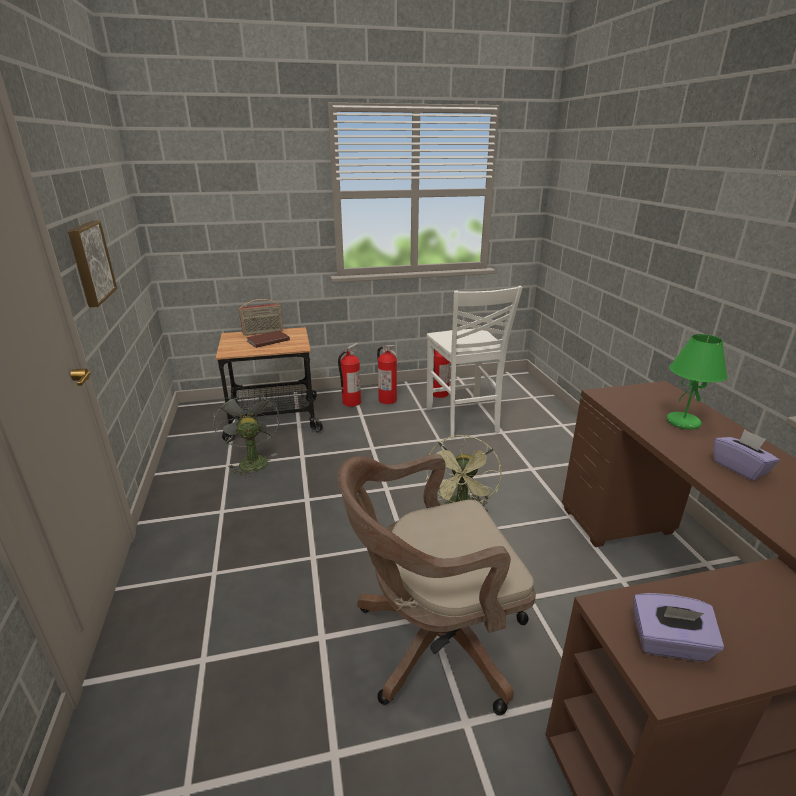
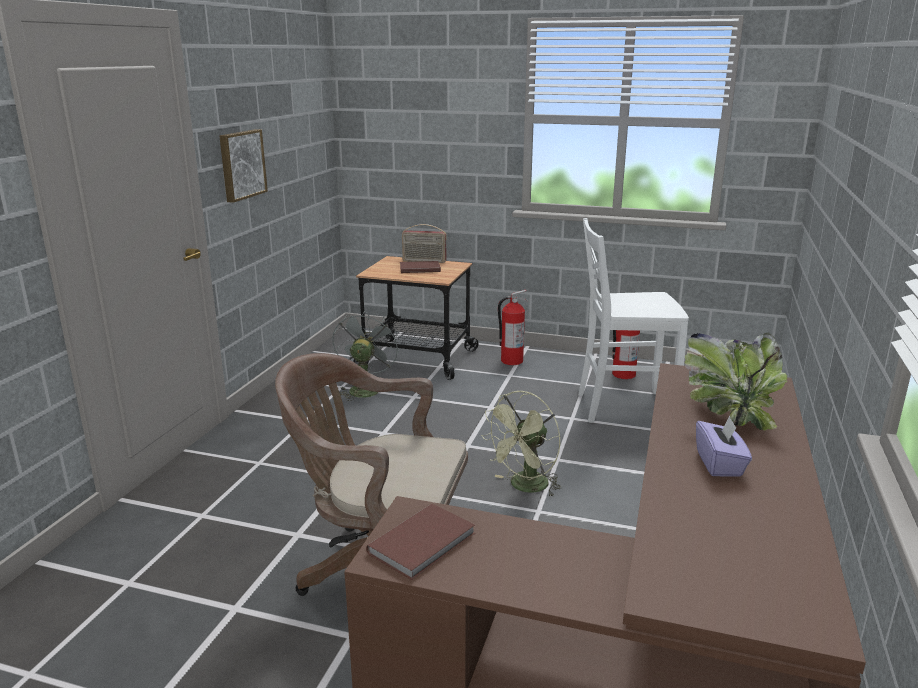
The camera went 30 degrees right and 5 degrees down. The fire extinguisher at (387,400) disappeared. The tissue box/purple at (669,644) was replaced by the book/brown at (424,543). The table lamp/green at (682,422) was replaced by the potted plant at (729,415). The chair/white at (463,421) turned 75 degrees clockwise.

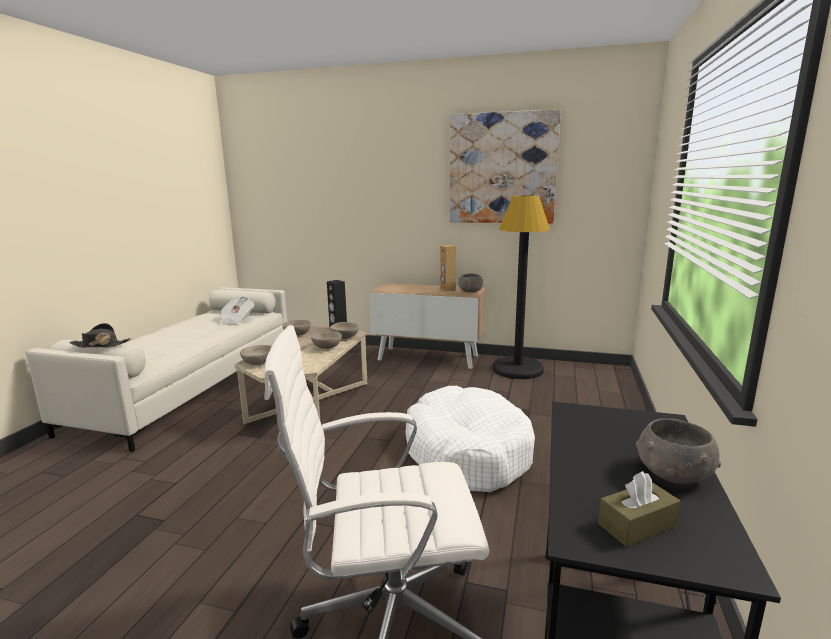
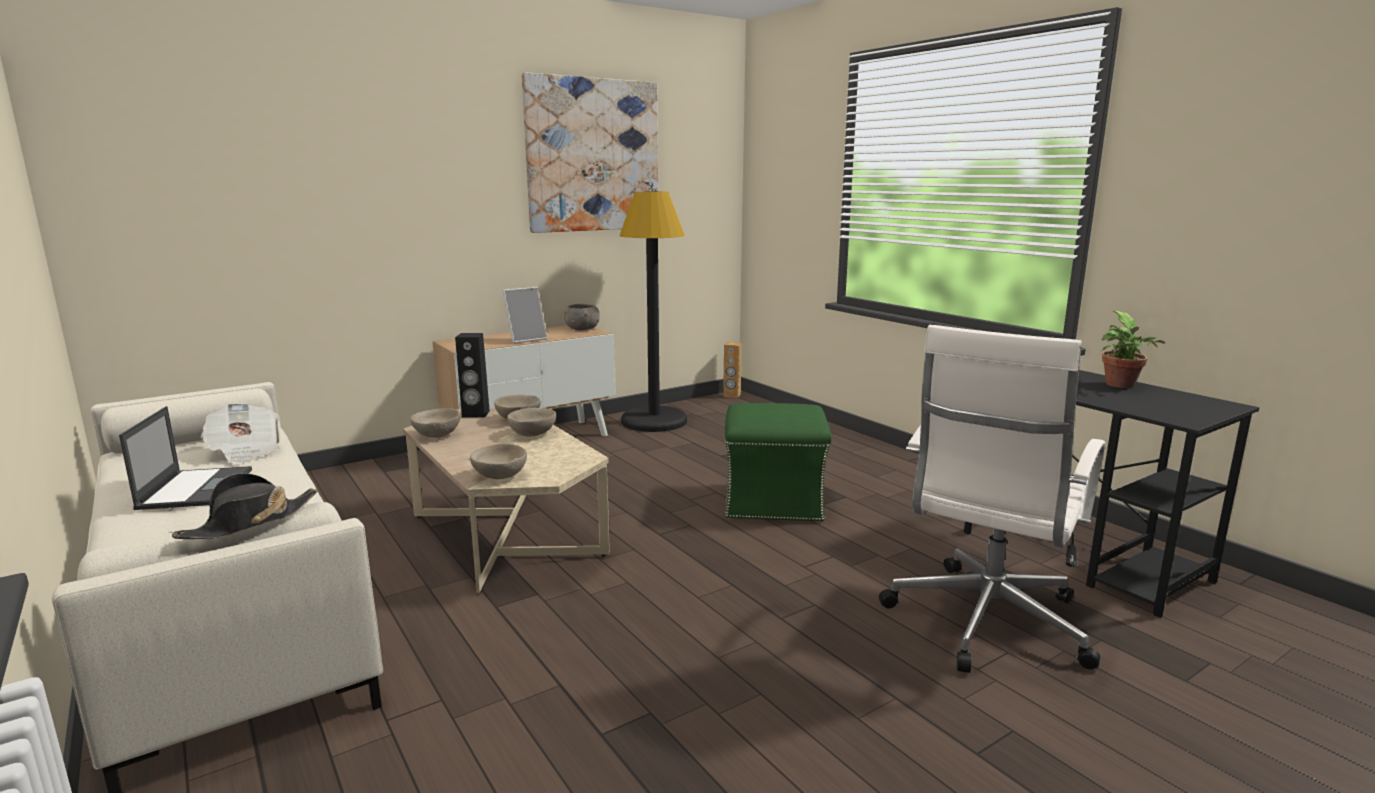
The camera went 50 degrees left and 0 degrees up. The tissue box/brown at (637,525) disappeared. The laptop at (196,488) appeared. The picture frame at (526,339) appeared. The speaker/brown moved from (447,289) to (732,395). The dog bed/white at (467,452) was replaced by the ottoman/green at (774,501). The bowl/grey at (672,473) was replaced by the potted plant at (1121,385).

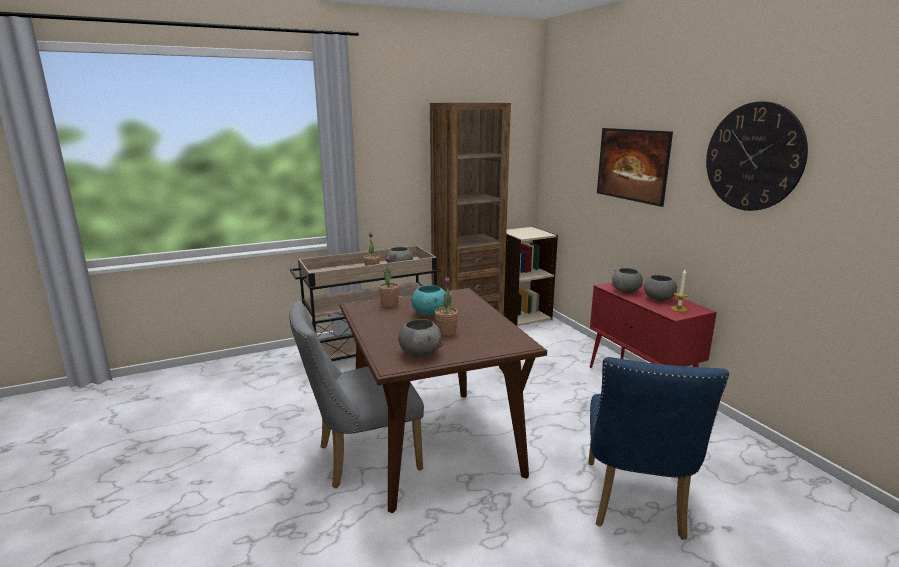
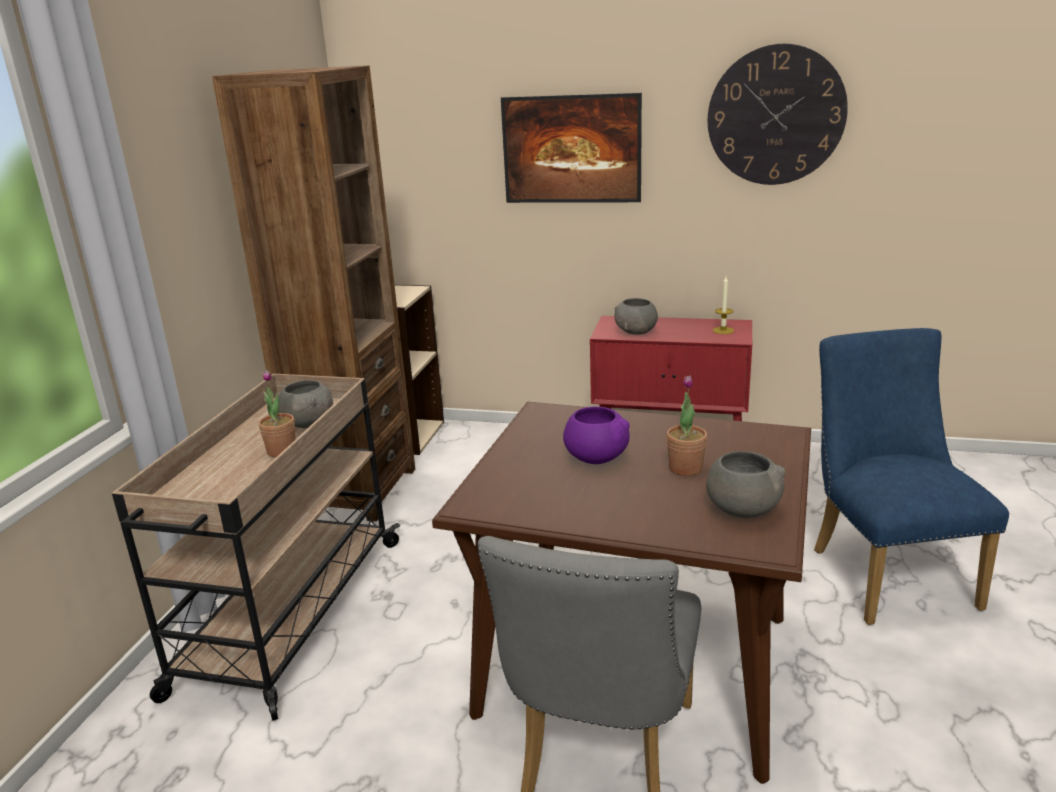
The camera went 50 degrees left and 5 degrees up. The potted plant at (389,304) disappeared. The bowl/grey at (658,299) disappeared. The bowl/turquoise at (429,313) became the bowl/purple at (595,458). The chair/blue at (634,505) turned 150 degrees counterclockwise.

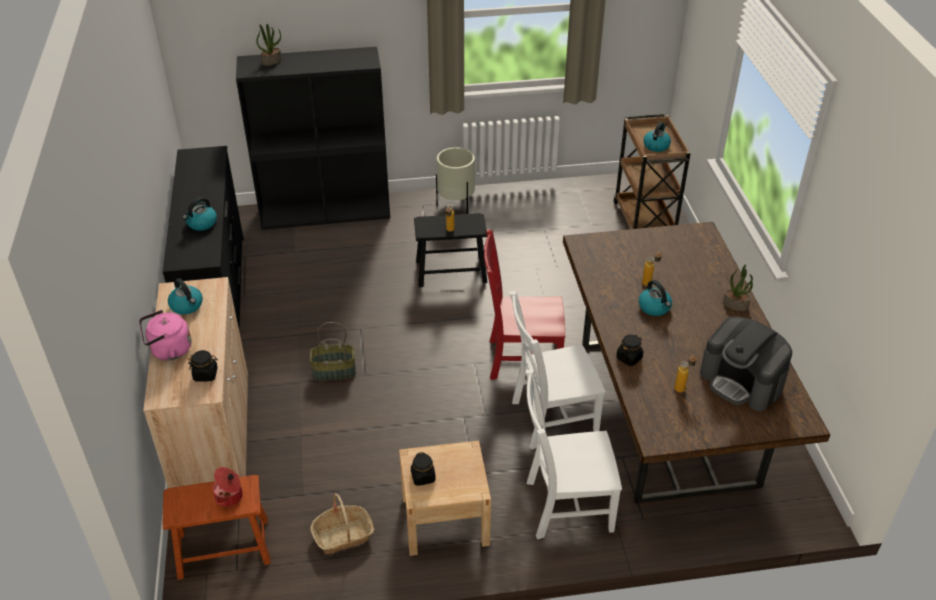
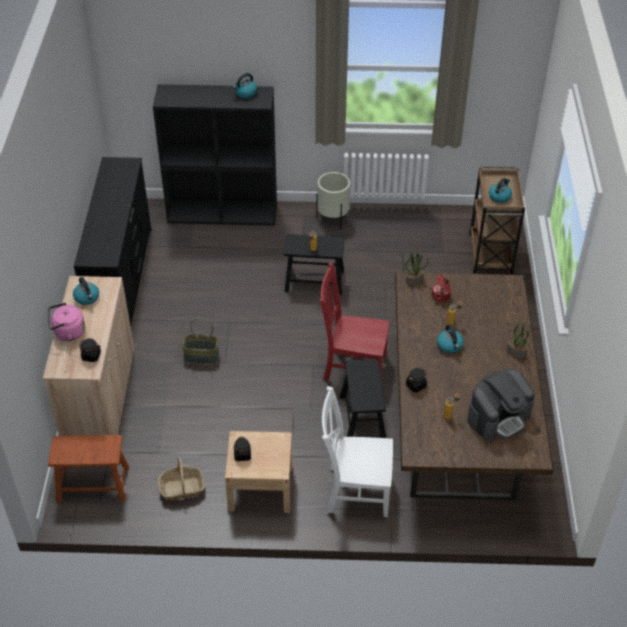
The camera went 10 degrees right and 5 degrees up. The kettle moved from (201,223) to (245,93). The cooking pot moved from (230,496) to (441,296). The potted plant moved from (271,61) to (414,280). The chair/white at (550,418) was replaced by the stool/black at (362,419). The coffee machine at (741,381) turned 90 degrees counterclockwise.

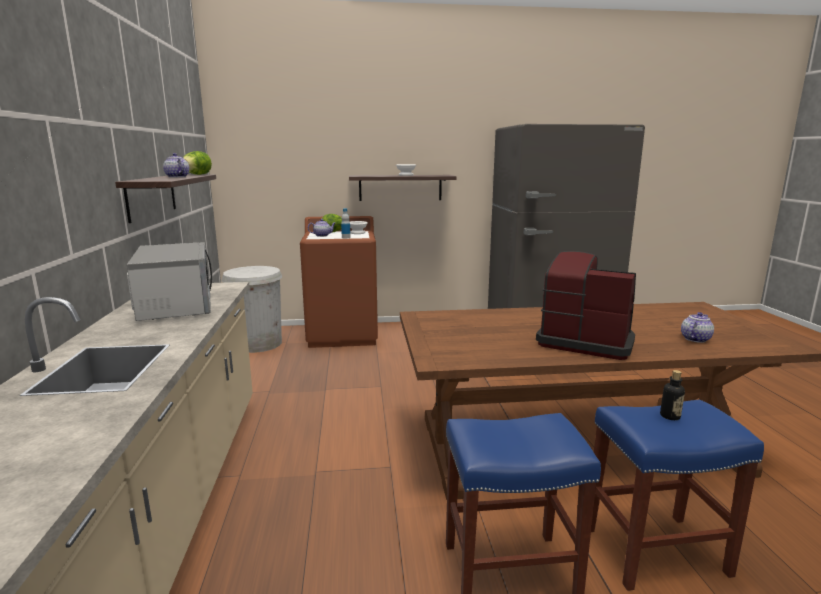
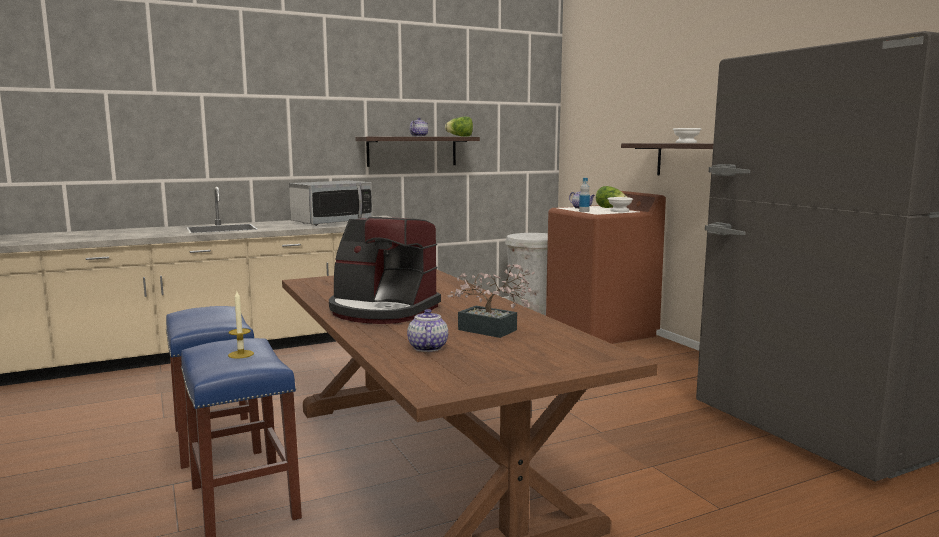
The camera went 70 degrees right and 5 degrees down. The potted plant at (493,331) appeared. The bottle at (670,416) was replaced by the candle at (241,354). The coffee machine at (584,341) turned 105 degrees clockwise. The teapot at (695,339) turned 120 degrees counterclockwise.

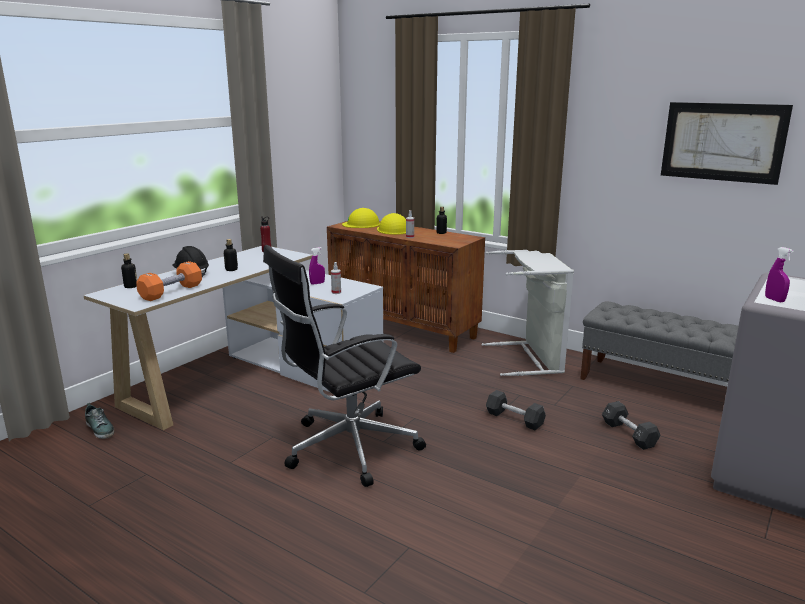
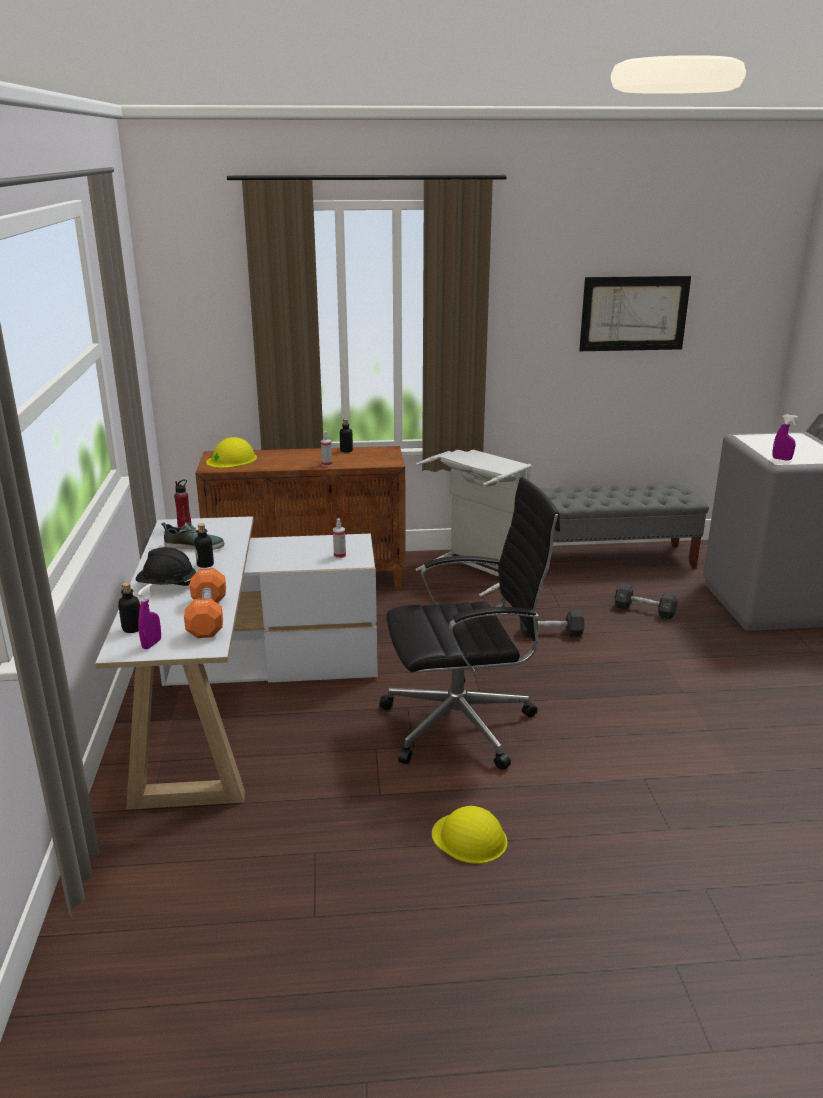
The camera went 40 degrees left and 5 degrees up. The shoe moved from (100,429) to (194,546). The spray bottle/purple moved from (317,283) to (152,644). The hard hat/yellow moved from (393,230) to (469,838). The office chair/black at (347,448) turned 120 degrees counterclockwise.

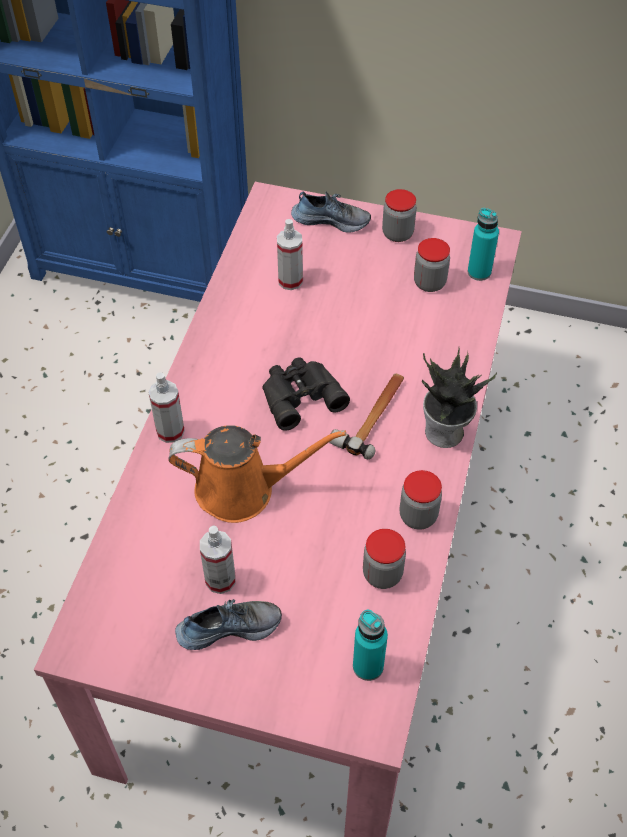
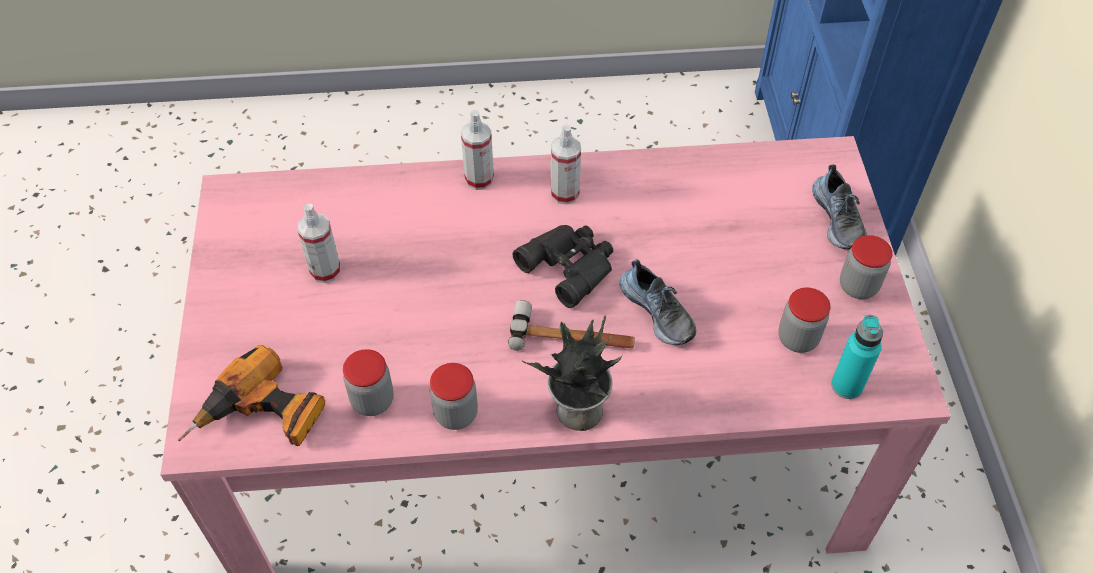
The camera went 70 degrees right and 0 degrees up. The watering can/orange at (243,489) disappeared. The shoe moved from (229,627) to (658,311). The spray bottle moved from (290,281) to (565,193). The bottle/turquoise at (368,666) was replaced by the power drill at (263,417).

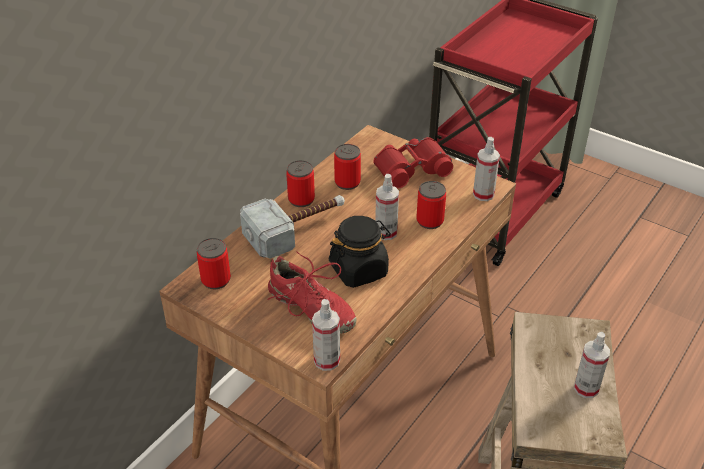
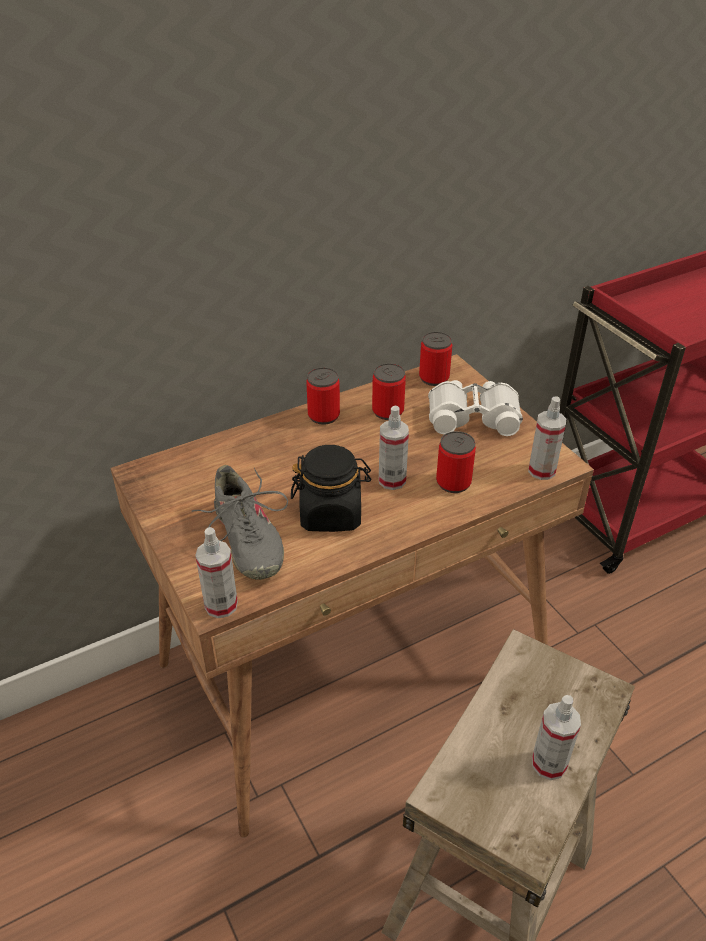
The camera went 25 degrees right and 0 degrees up. The hammer at (297,229) disappeared. The can moved from (216,280) to (434,378). The shoe/red at (311,309) became the shoe/grey at (246,540). The binoculars/red at (411,169) became the binoculars/white at (473,416).

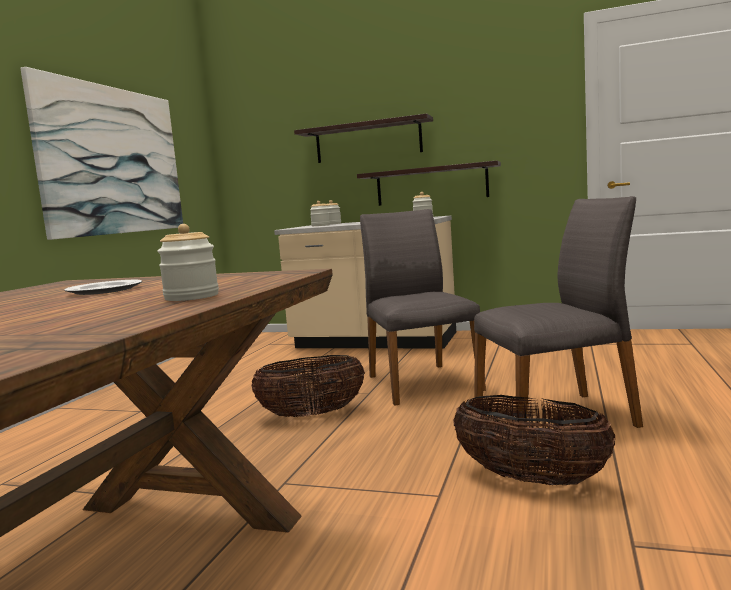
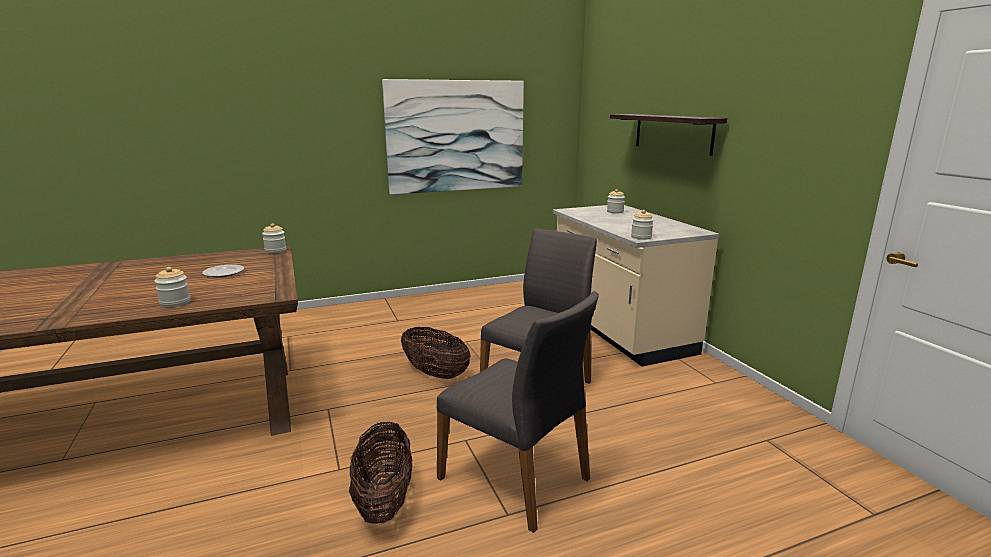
The camera went 50 degrees right and 10 degrees up. The shelf at (431,185) disappeared. The jar moved from (320,225) to (275,251).

